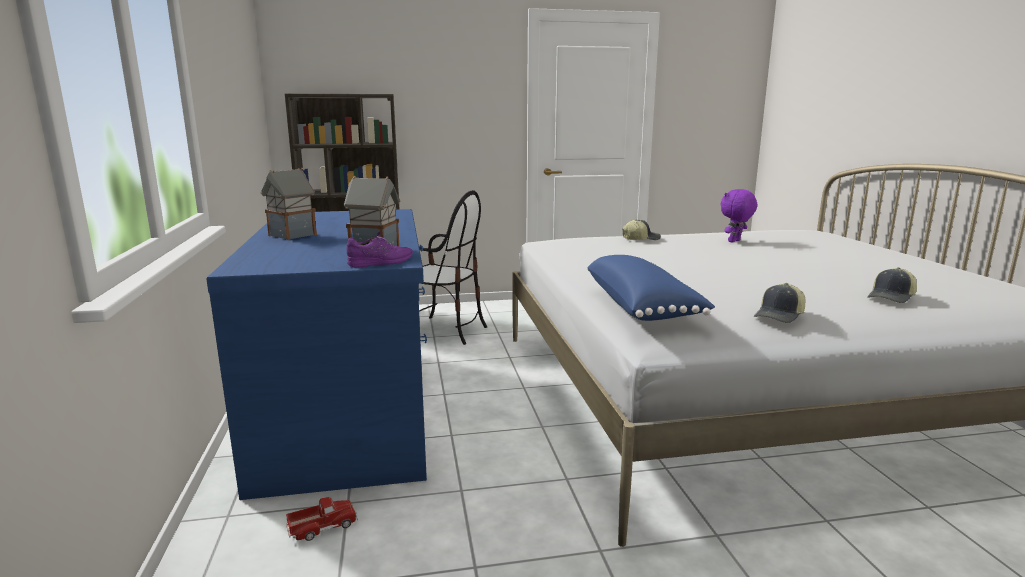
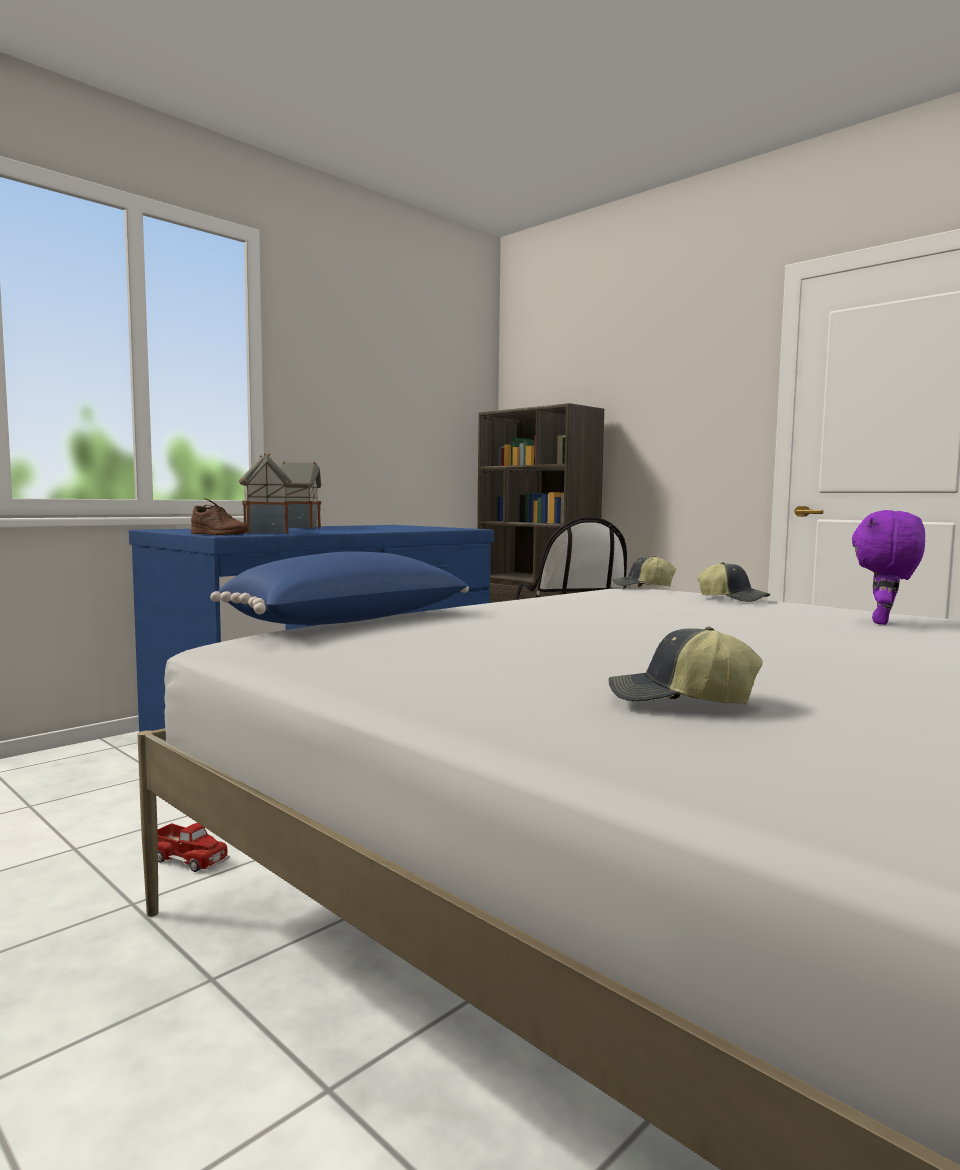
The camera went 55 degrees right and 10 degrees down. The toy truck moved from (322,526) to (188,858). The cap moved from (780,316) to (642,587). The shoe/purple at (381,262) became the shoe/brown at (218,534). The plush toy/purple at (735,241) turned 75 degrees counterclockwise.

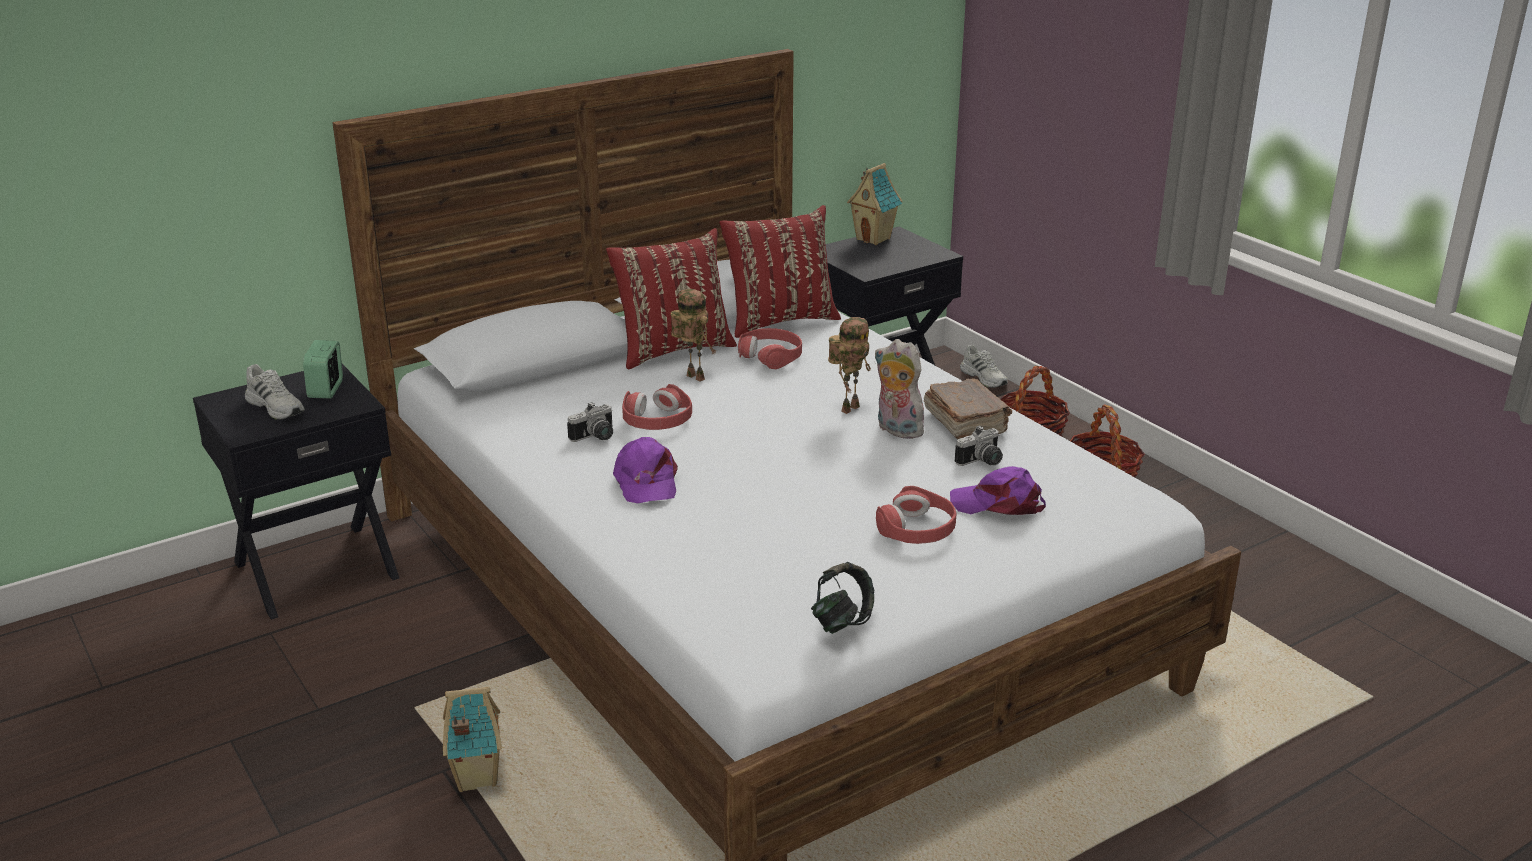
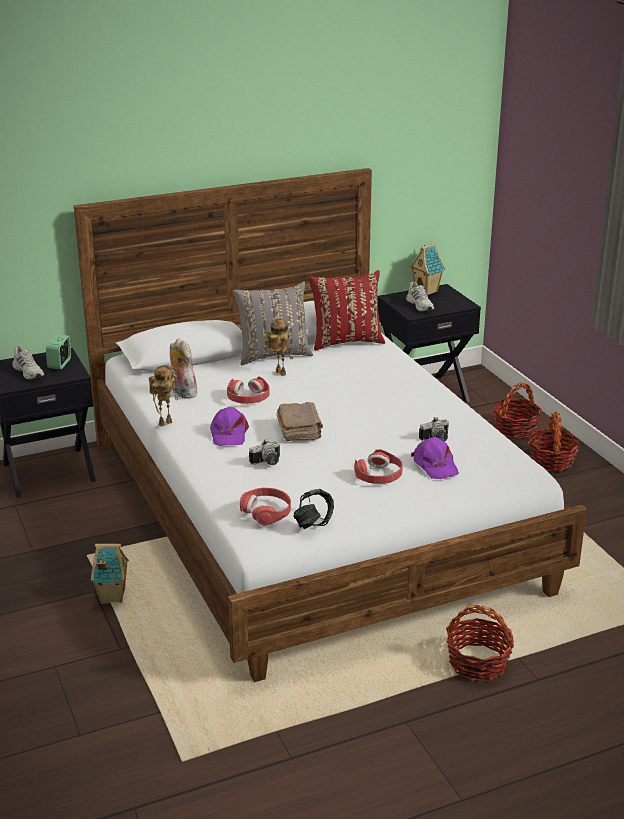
The camera went 10 degrees right and 0 degrees up. The basket at (478,663) appeared. The photo camera moved from (596,437) to (267,462). The headphones/red moved from (771,356) to (266,512). The toy robot moved from (849,408) to (165,422). The plush toy moved from (896,430) to (182,393). The book/brown moved from (965,423) to (299,430). The shoe/white moved from (984,378) to (420,305). The pillow/red at (673,349) became the pillow/grey at (273,355). The cap/purple at (998,504) turned 135 degrees counterclockwise.

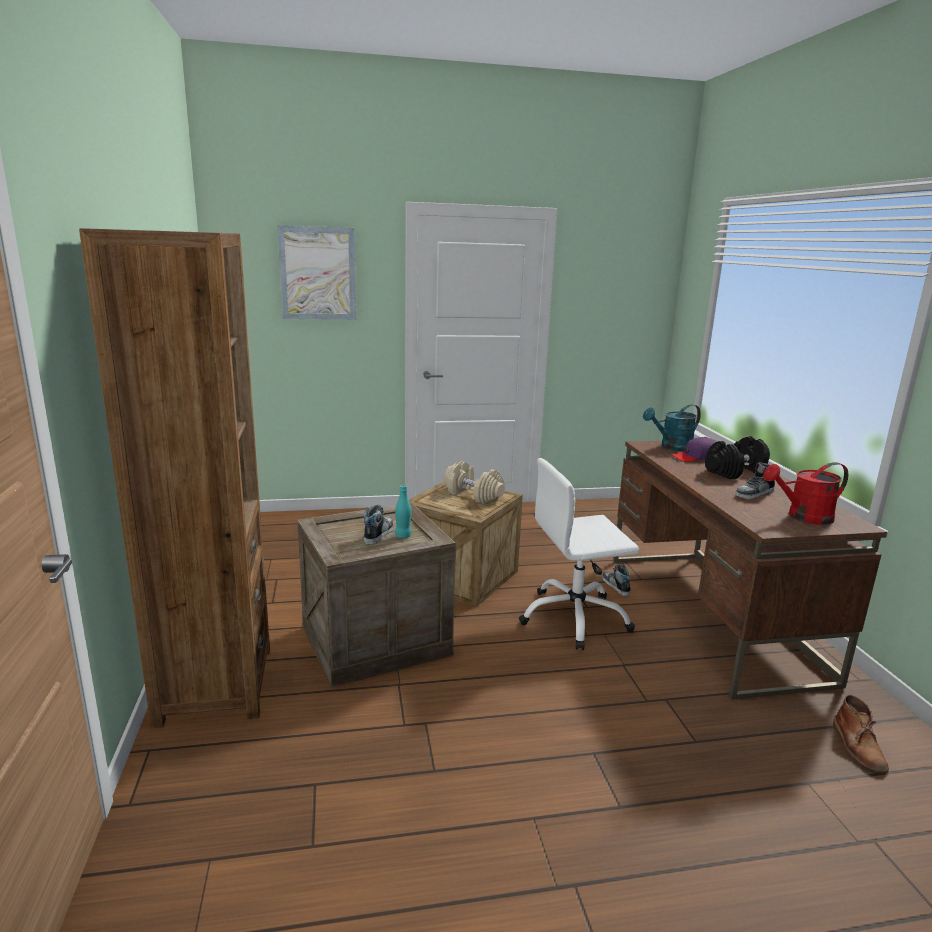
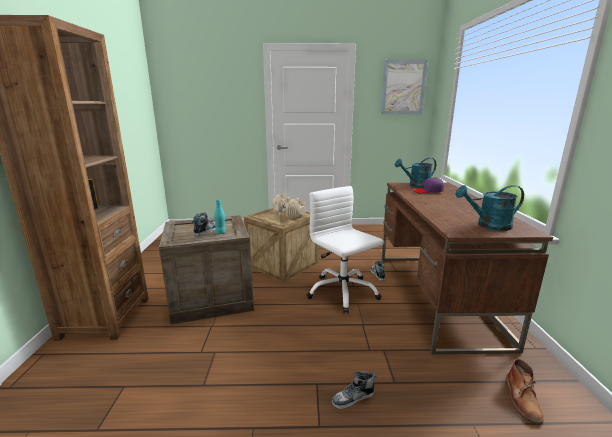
The camera went 10 degrees right and 0 degrees up. The dumbbell/black at (735,472) disappeared. The picture moved from (318,273) to (403,87). The shoe moved from (754,494) to (353,398). The watering can/red at (803,517) became the watering can/turquoise at (488,225). The office chair/white at (574,618) turned 60 degrees clockwise.

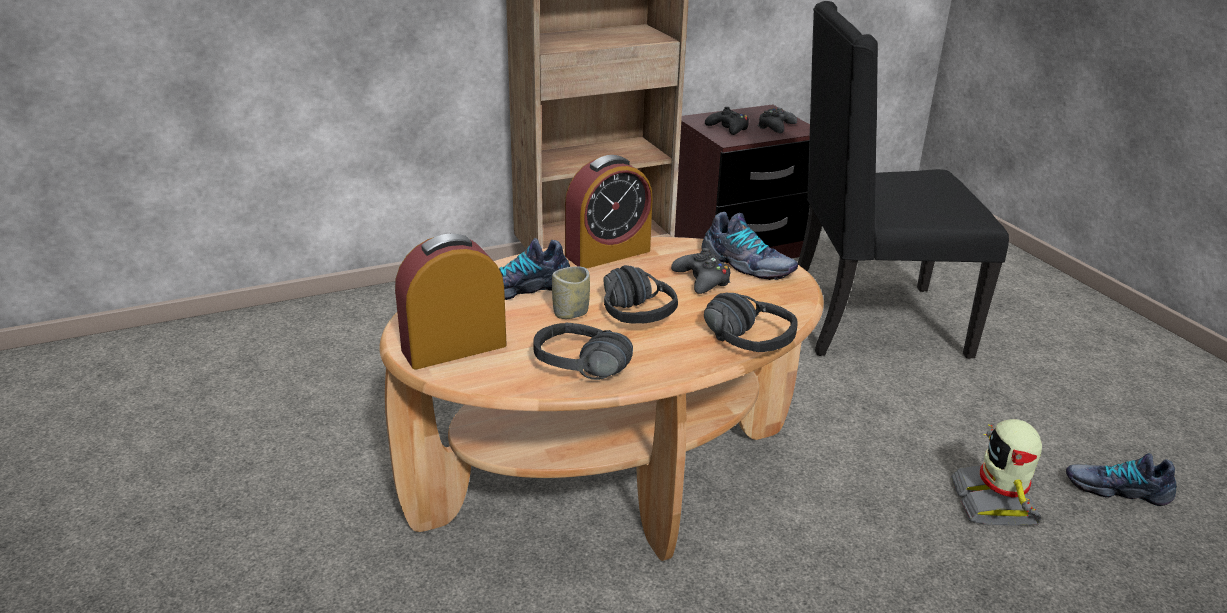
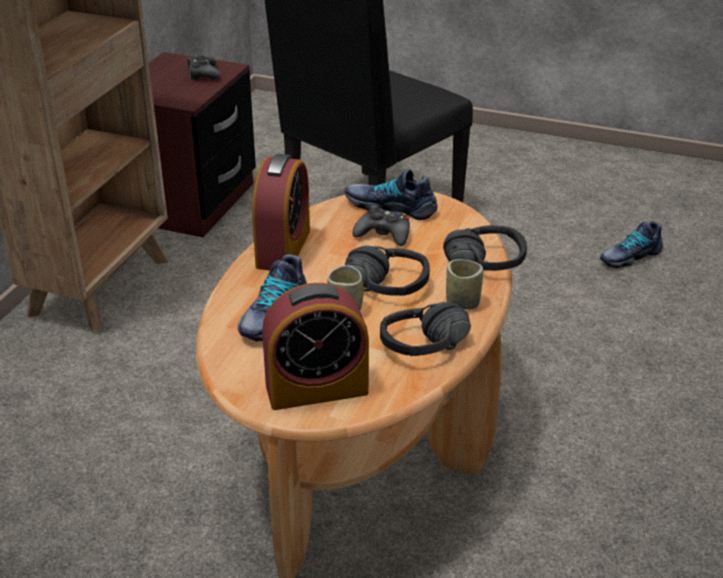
The camera went 45 degrees left and 5 degrees up. The game controller/black at (728,128) disappeared. The toy robot at (995,503) disappeared. The cup at (462,302) appeared. The alarm clock at (454,347) turned 120 degrees counterclockwise. The shoe at (746,265) turned 150 degrees counterclockwise.

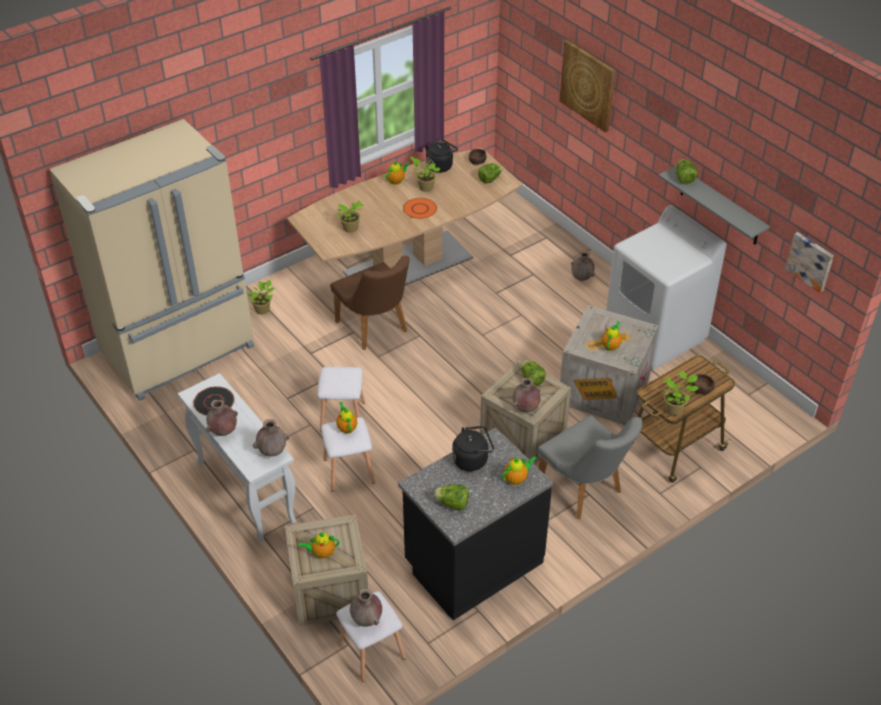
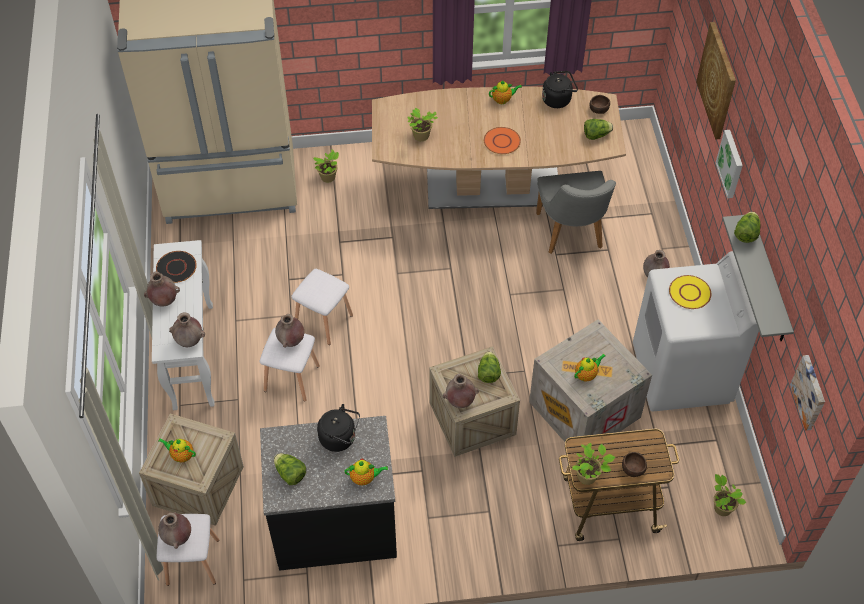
The camera went 30 degrees right and 10 degrees up. The chair/brown at (376,330) disappeared. The plate/yellow at (689,292) appeared. The picture at (731,163) appeared. The potted plant moved from (424,187) to (721,507). The chair/grey moved from (585,492) to (571,235). The teapot at (347,427) was replaced by the vase/brown at (291,341).

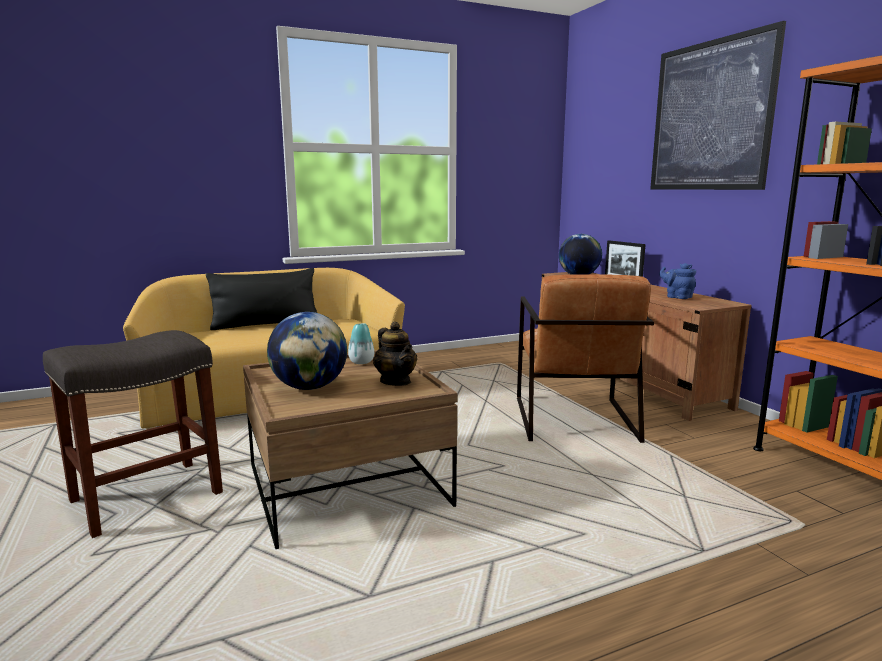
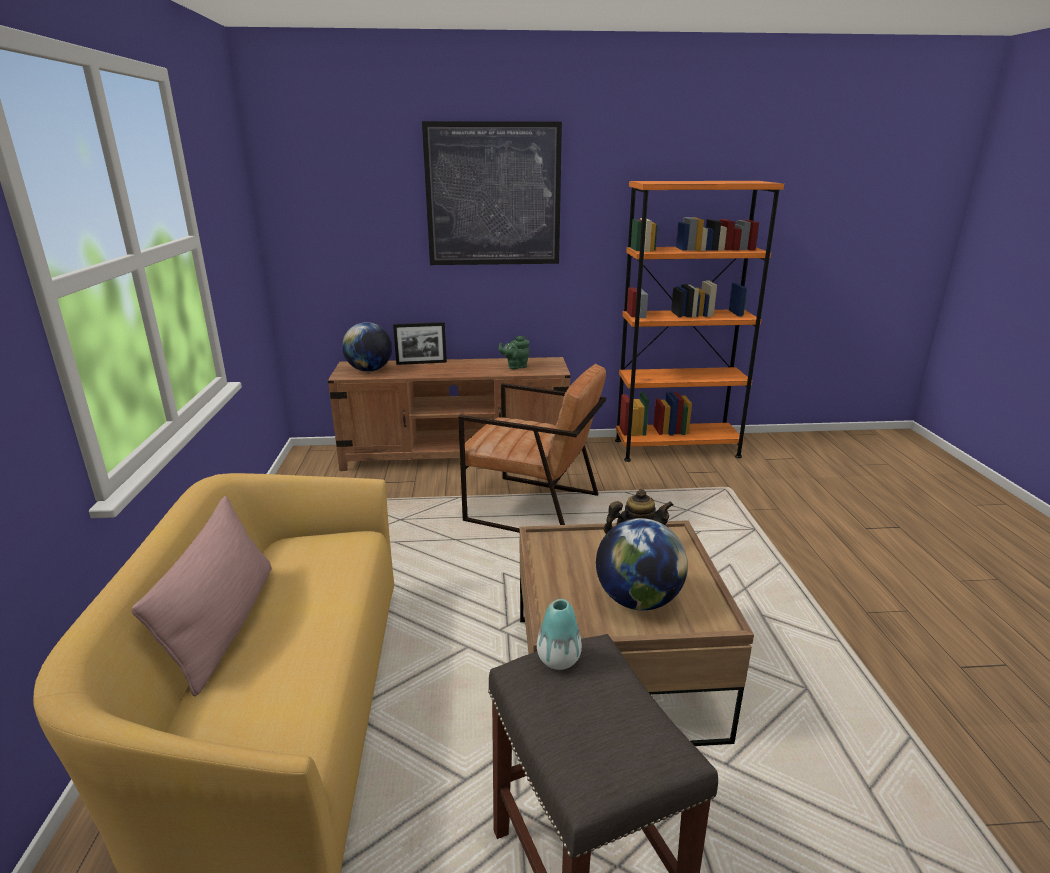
The camera went 70 degrees left and 10 degrees up. The vase moved from (361,362) to (558,659). The pillow/black at (266,324) became the pillow/pink at (224,625). The teapot/blue at (677,297) became the teapot/green at (515,366).

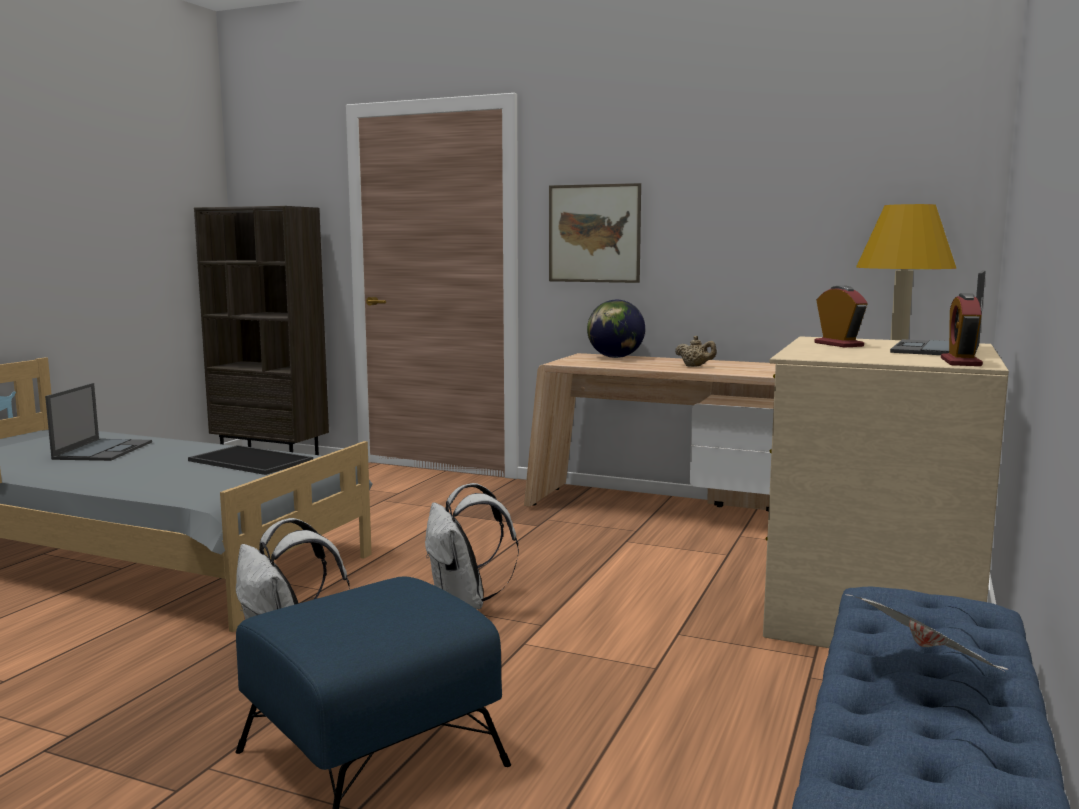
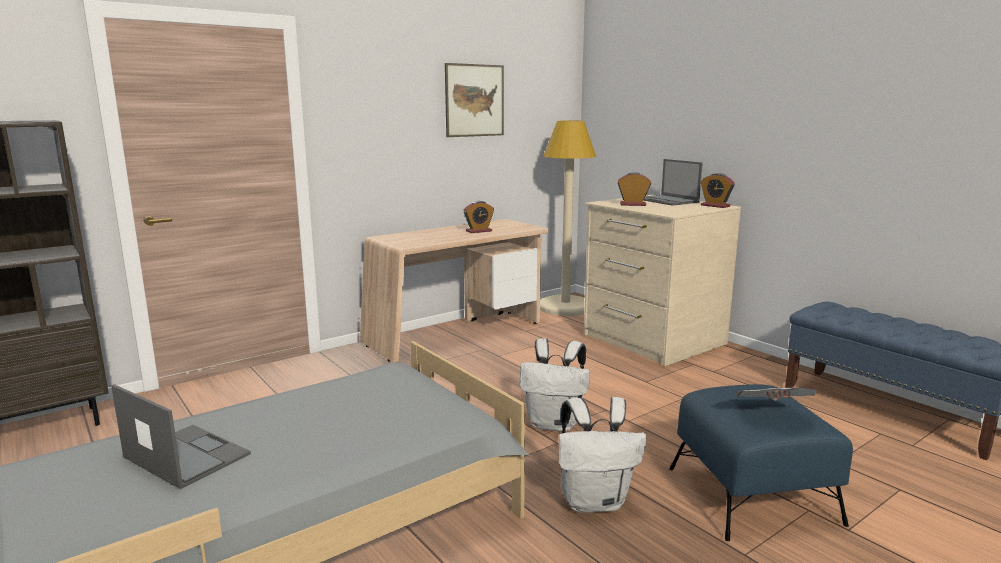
The camera went 60 degrees left and 5 degrees up. The tray at (248,461) disappeared. The globe at (615,357) disappeared. The picture moved from (594,233) to (474,100). The newspaper moved from (927,674) to (772,412). The teapot/beige at (695,366) was replaced by the alarm clock at (479,231).

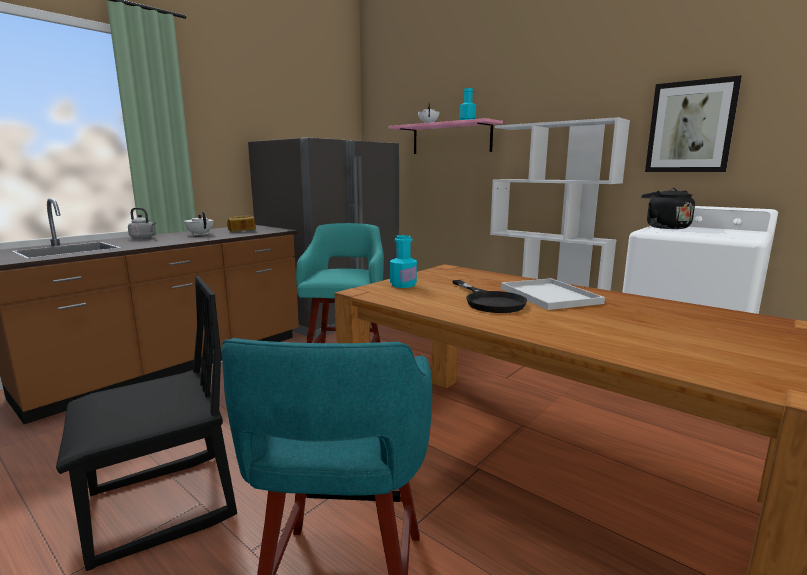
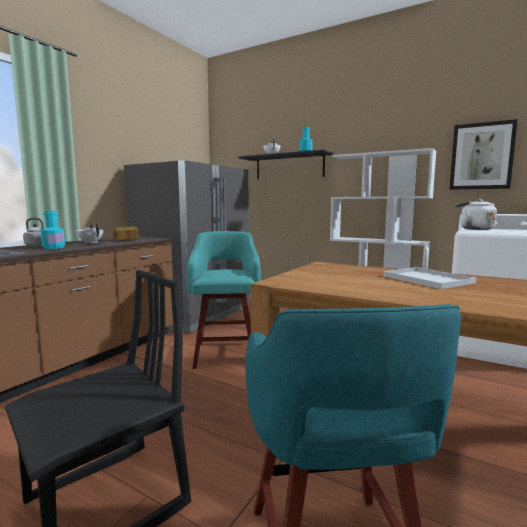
The camera went 10 degrees left and 5 degrees down. The frying pan/black at (489,301) disappeared. The bottle/turquoise moved from (403,285) to (53,247). The shelf/pink at (451,138) became the shelf/black at (289,167). The kettle/black at (664,227) became the kettle/white at (474,229).

